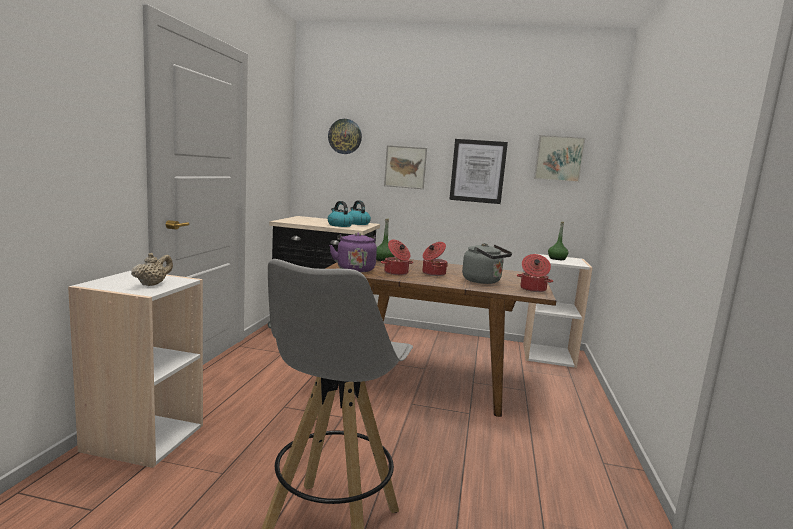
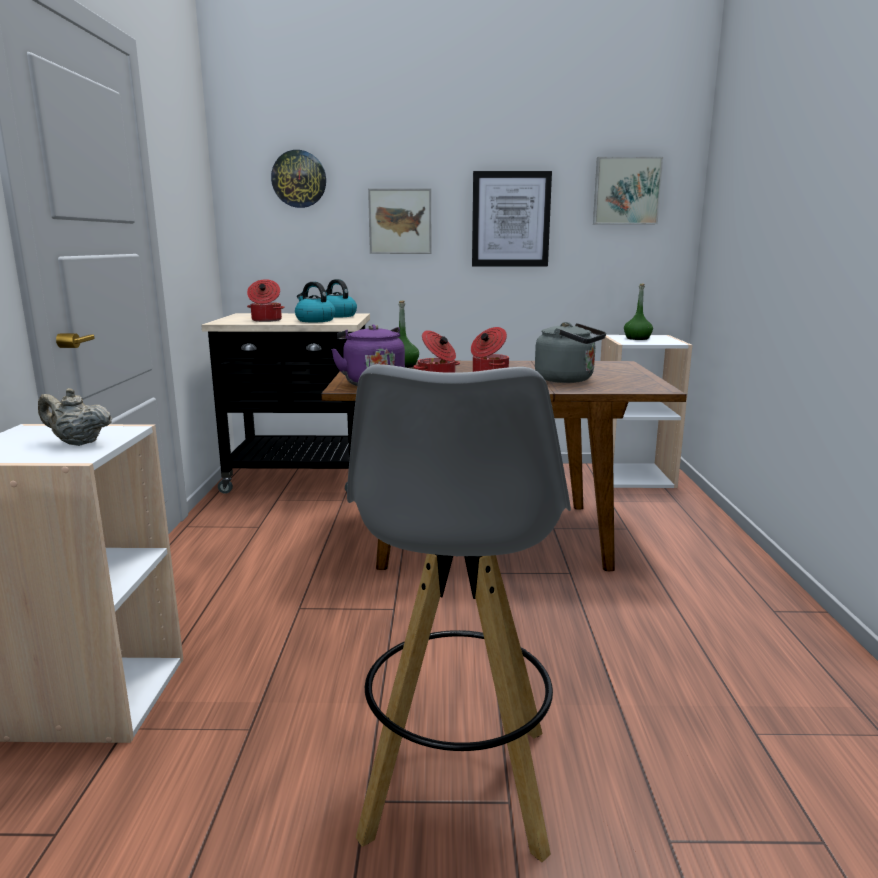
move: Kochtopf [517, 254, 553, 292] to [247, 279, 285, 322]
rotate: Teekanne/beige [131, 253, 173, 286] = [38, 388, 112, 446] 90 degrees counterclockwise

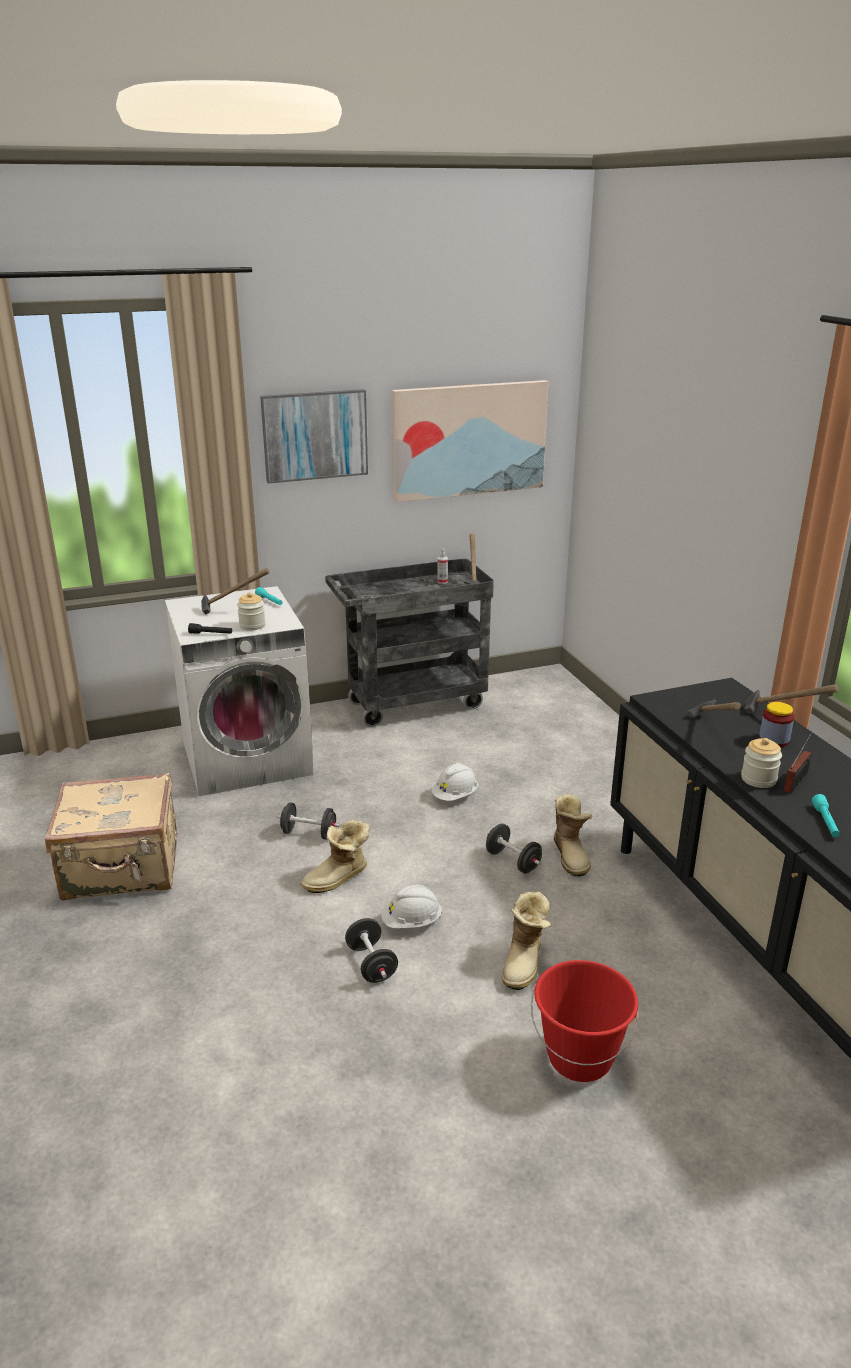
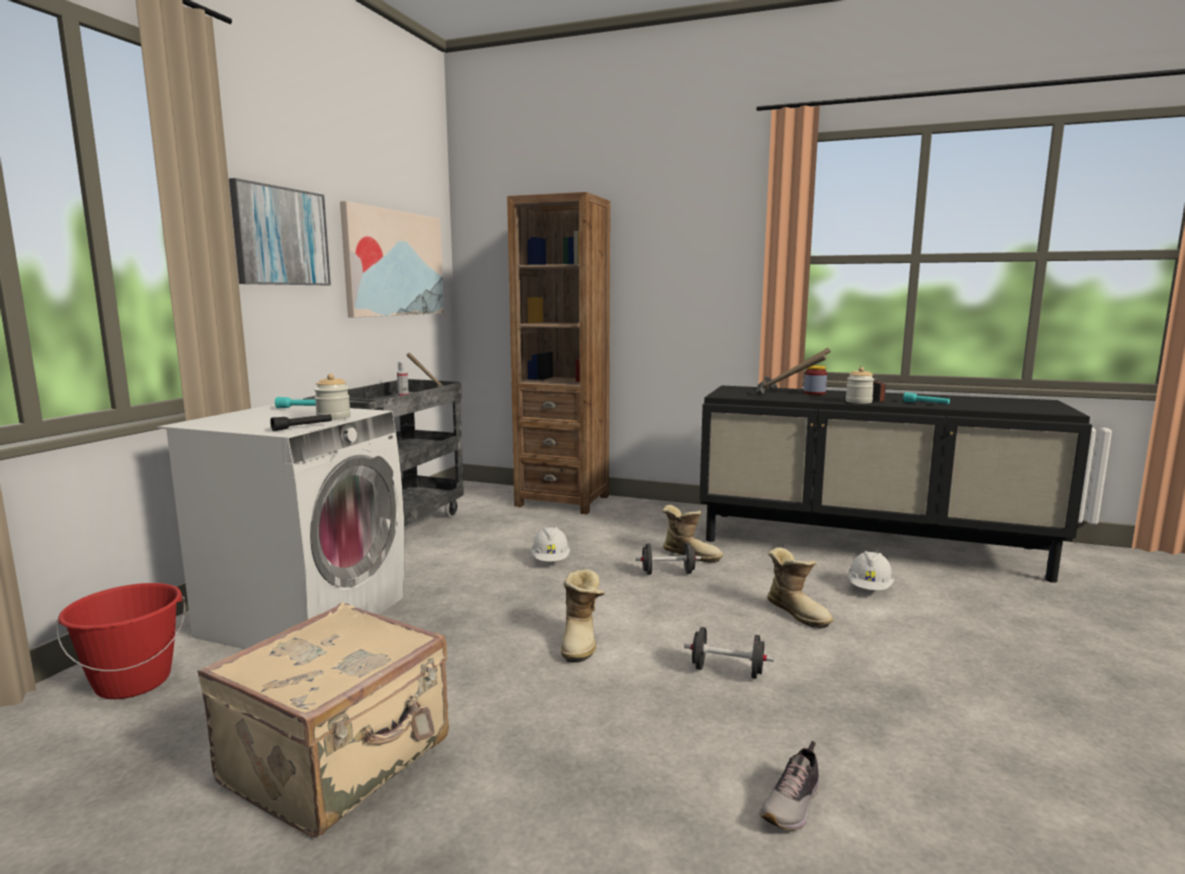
delete: Hammer [201, 568, 269, 614]; Hantel/schwarz [277, 802, 340, 840]
insert: Bücherregal/braun [507, 192, 610, 514]; Schuh [759, 741, 820, 831]
move: Schutzhelm/weiß [381, 885, 442, 928] to [848, 551, 894, 590]; Eimer/rot [531, 960, 639, 1082] to [56, 583, 185, 699]

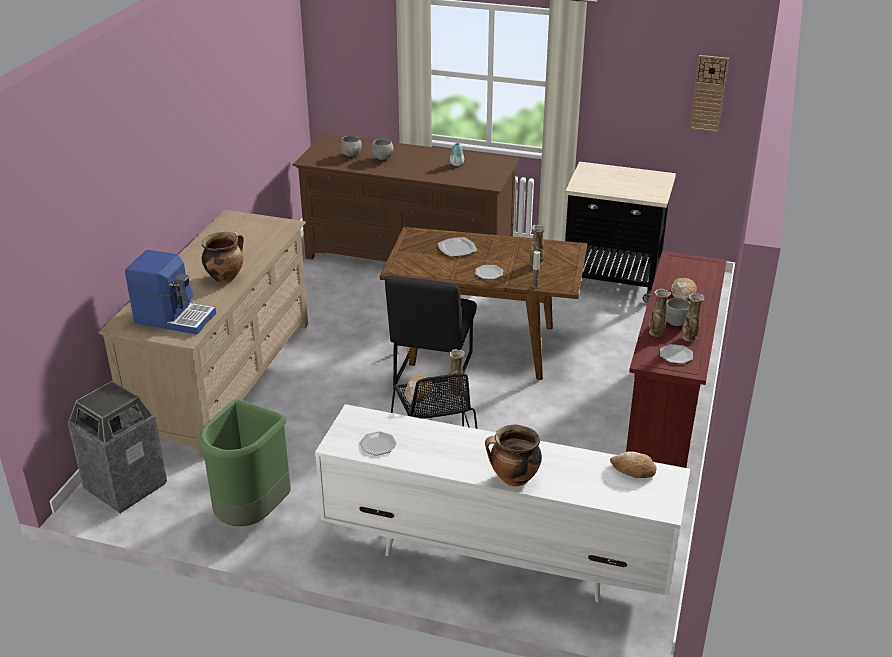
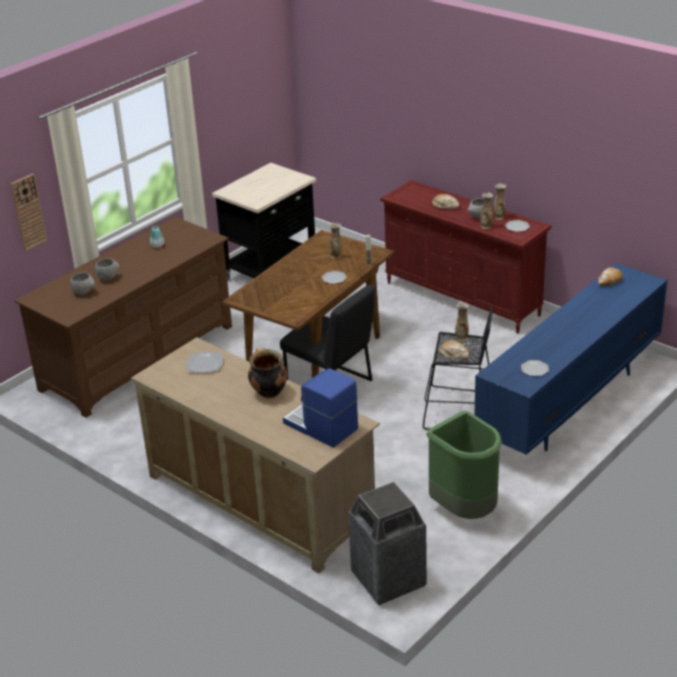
delete: Kochtopf [485, 425, 542, 487]
move: Teller [438, 237, 477, 256] to [186, 352, 223, 373]; Wanduhr [689, 55, 729, 132] to [10, 173, 47, 251]
recolor: Schrank/weiß [315, 404, 690, 603] to Schrank/blau [474, 263, 667, 455]
rotate: Kaffeemaschine [125, 250, 216, 334] = [283, 368, 358, 448] 90 degrees counterclockwise

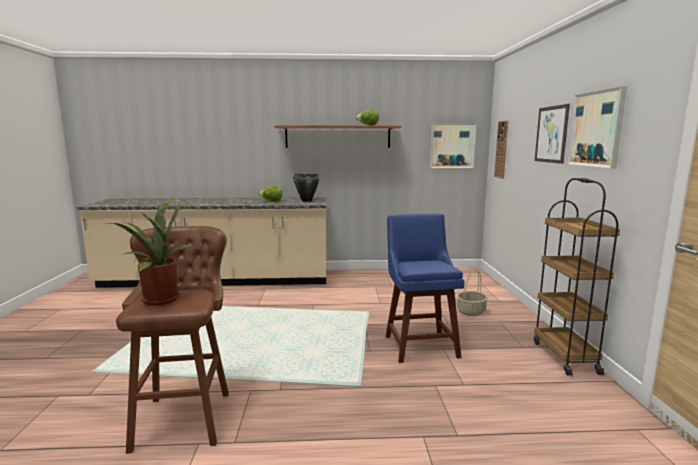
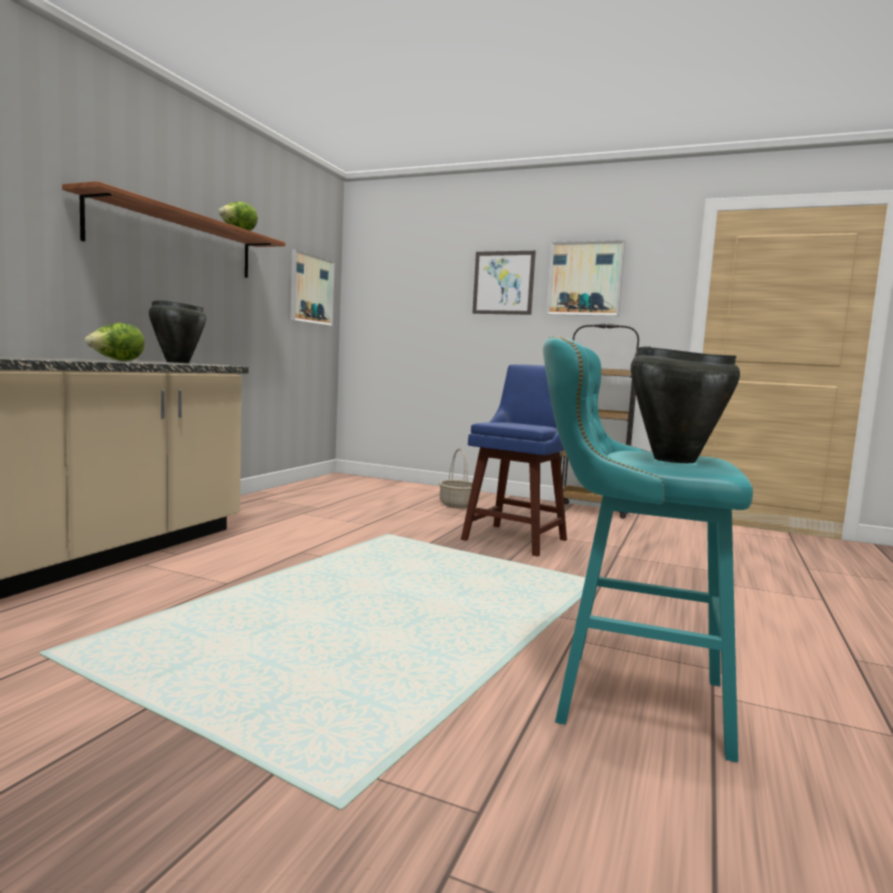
delete: Wanduhr [494, 121, 508, 179]
replace: Topfpflanze [103, 197, 191, 306] to Kochtopf/schwarz [631, 346, 740, 463]
recolor: Hocker/braun [116, 226, 229, 454] to Hocker/türkis [543, 336, 753, 763]
rotate: Stuhl/blau [385, 213, 464, 363] = [461, 364, 567, 557] 105 degrees clockwise

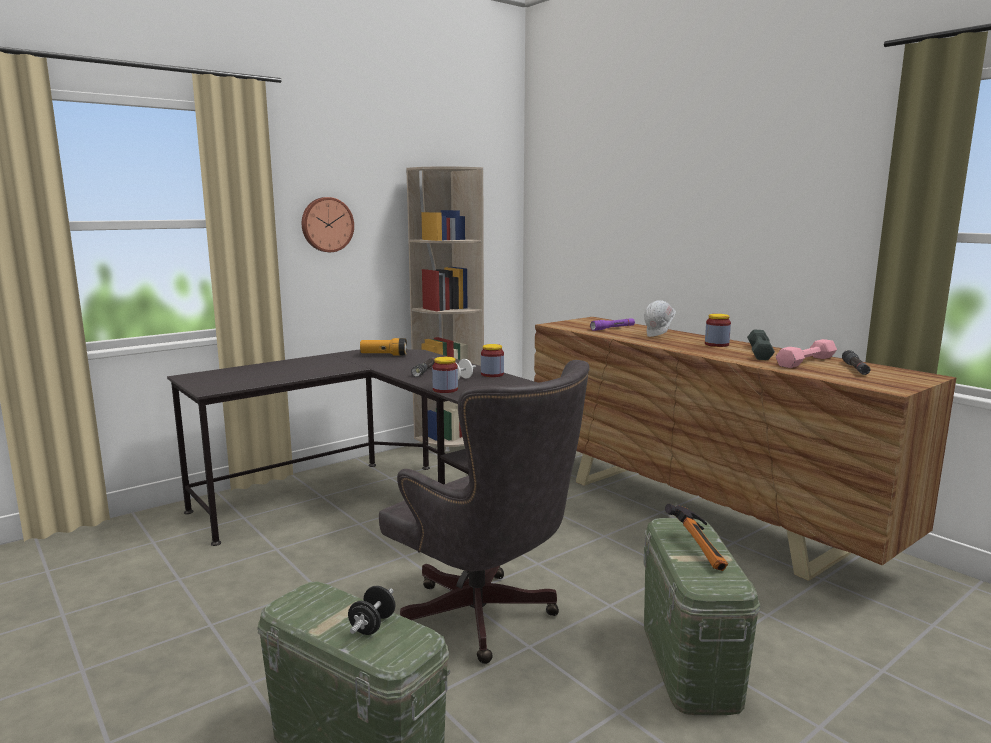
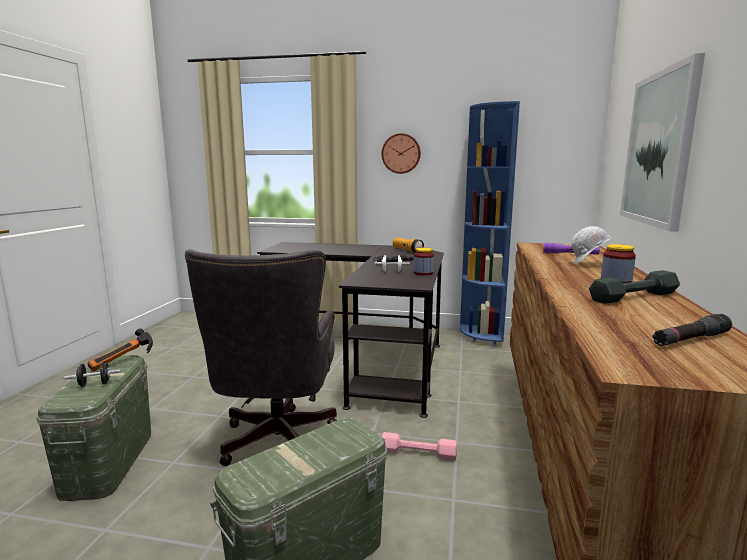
delete: Vorratsglas [432, 357, 458, 393]
insert: Bild [620, 53, 705, 232]
move: Hammer [665, 504, 728, 571] to [88, 328, 153, 371]; Hantel/rosa [775, 339, 837, 368] to [382, 432, 457, 460]
recolor: Bücherregal/beige [406, 166, 484, 452] to Bücherregal/blau [460, 101, 520, 346]

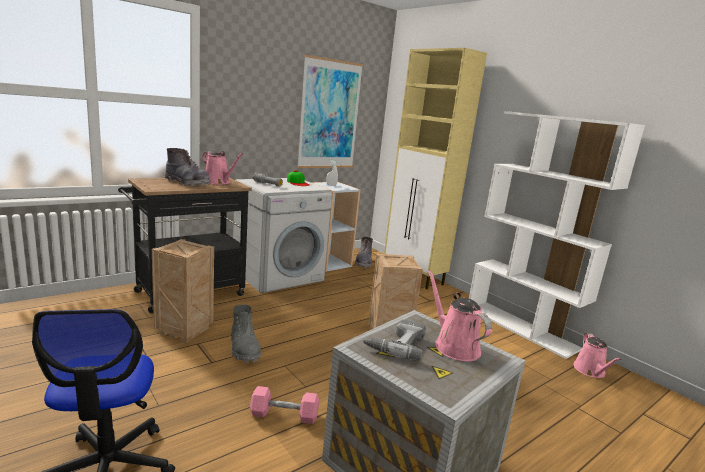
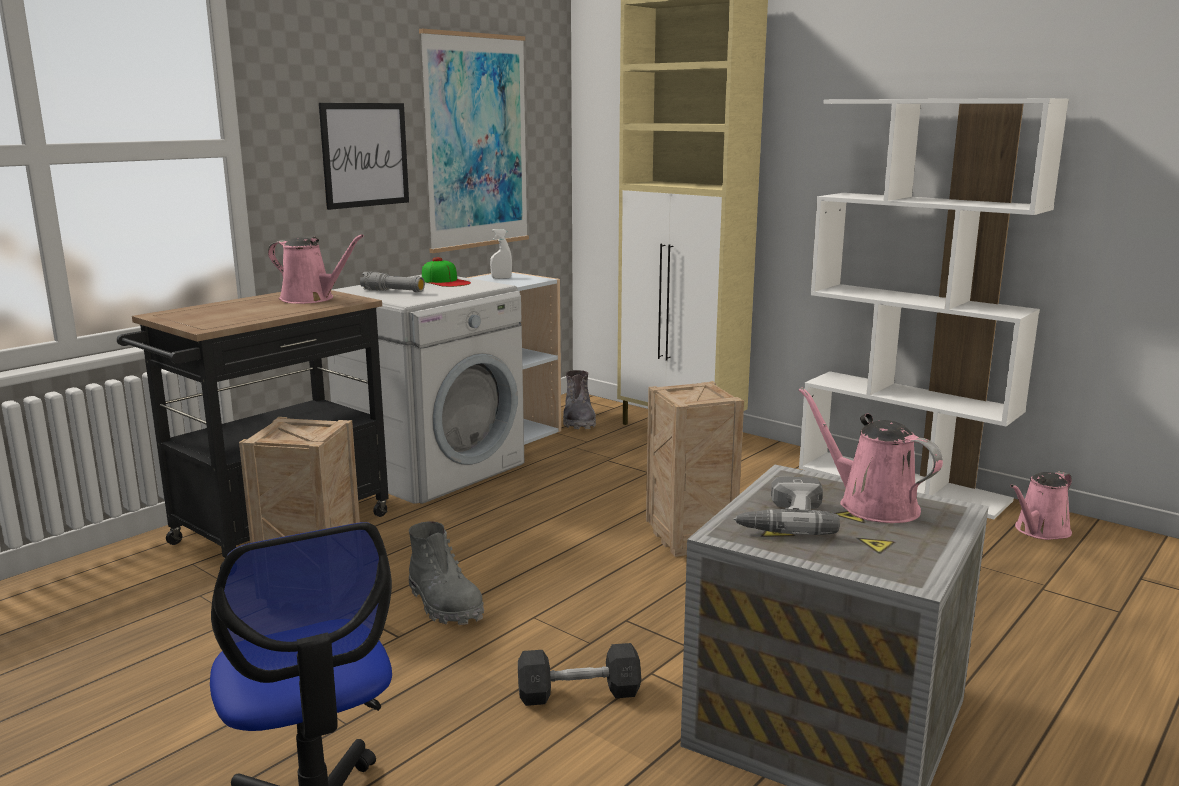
delete: Stiefel/grau [165, 148, 211, 186]
insert: Bild [319, 103, 409, 210]
recolor: Hantel/rosa [250, 386, 319, 424] to Hantel/grau [518, 643, 641, 706]
rotate: Gießkanne/rosa [574, 333, 621, 378] = [1010, 471, 1072, 540] 60 degrees clockwise

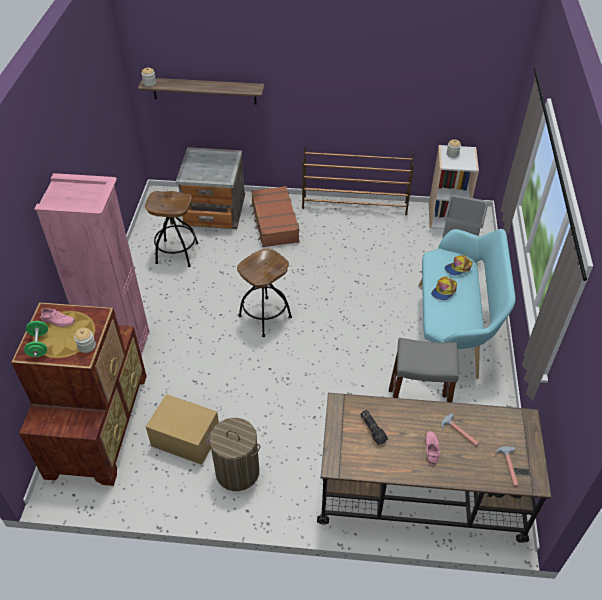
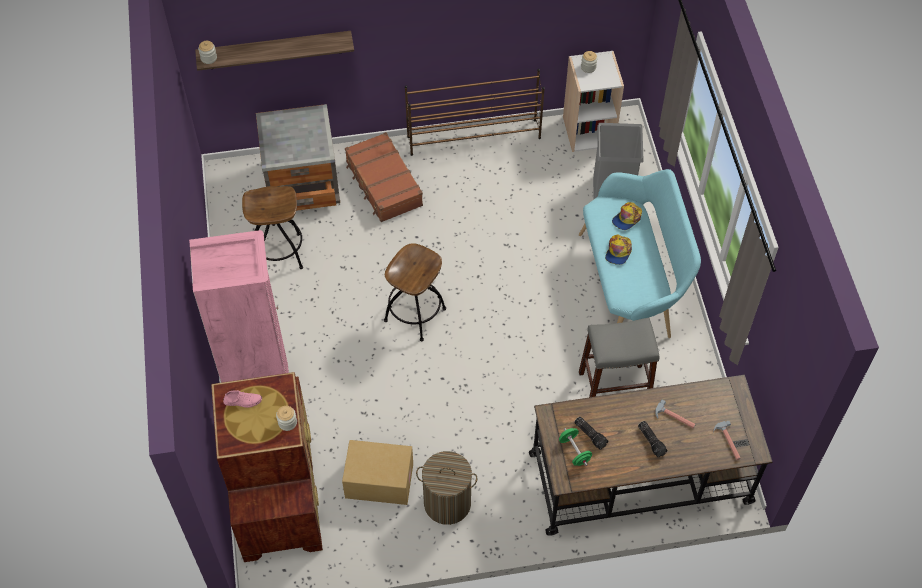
move: Hantel/grün [24, 321, 48, 357] to [559, 428, 592, 466]
replace: Schuh/rosa [425, 431, 440, 465] to Taschenlampe [638, 421, 668, 457]

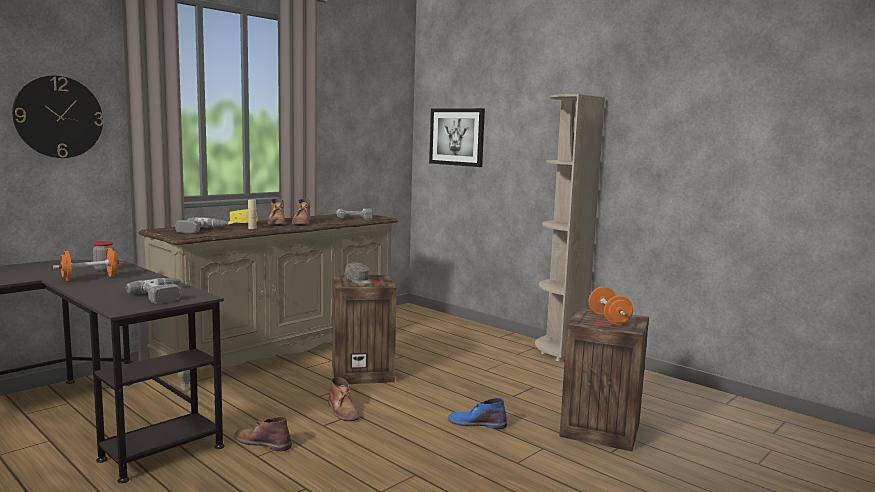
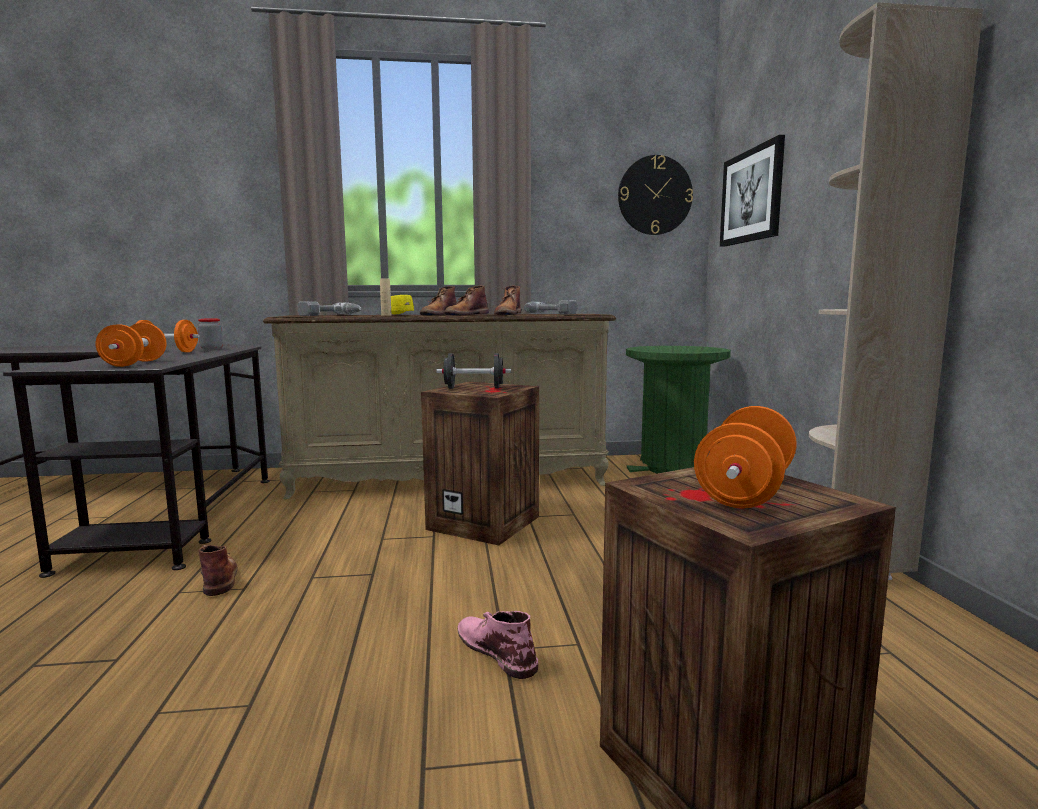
insert: Mülleimer/grün [626, 346, 731, 474]
move: Wanduhr [12, 76, 103, 158] to [618, 155, 693, 235]; Stiefel/braun [328, 377, 360, 421] to [494, 286, 521, 315]
replace: Bohrmaschine [126, 278, 181, 304] to Hantel/orange [96, 323, 166, 367]; Kappe/grau [344, 263, 372, 285] to Hantel/schwarz [436, 353, 511, 389]
recolor: Stiefel/blau [448, 398, 507, 429] to Stiefel/rosa [457, 611, 538, 679]

